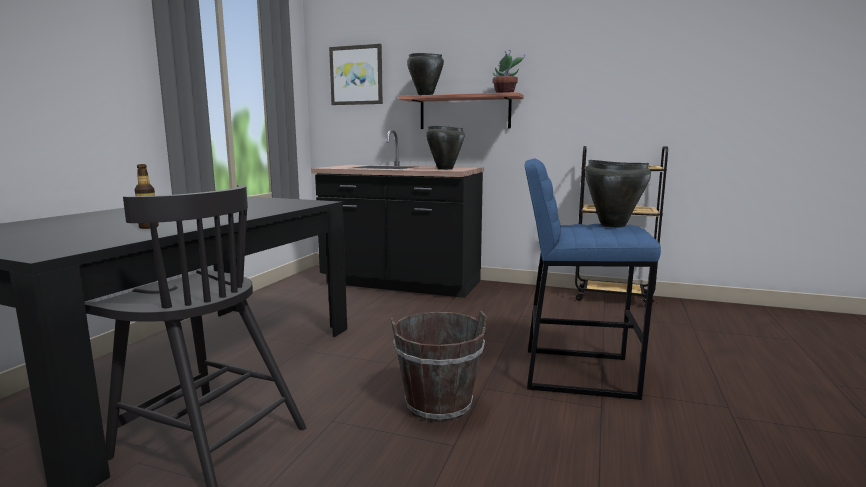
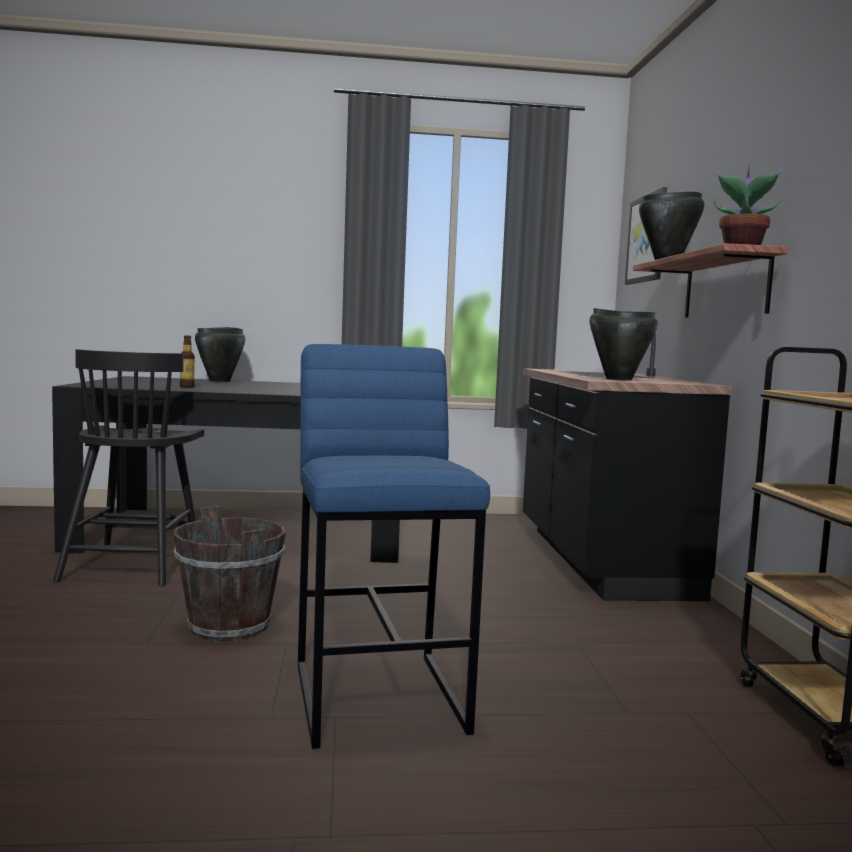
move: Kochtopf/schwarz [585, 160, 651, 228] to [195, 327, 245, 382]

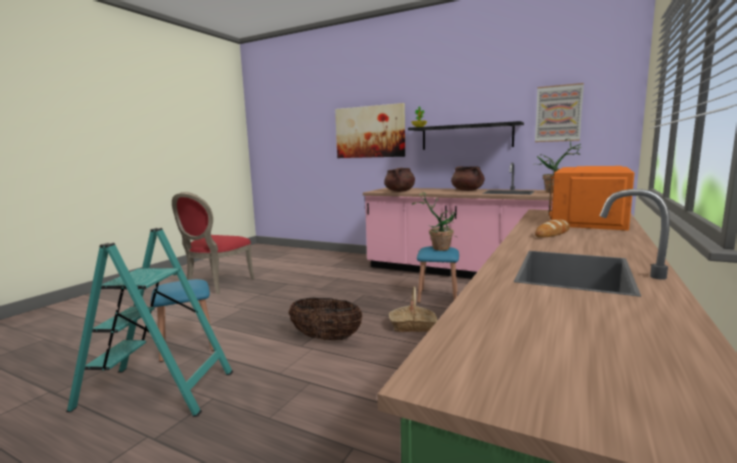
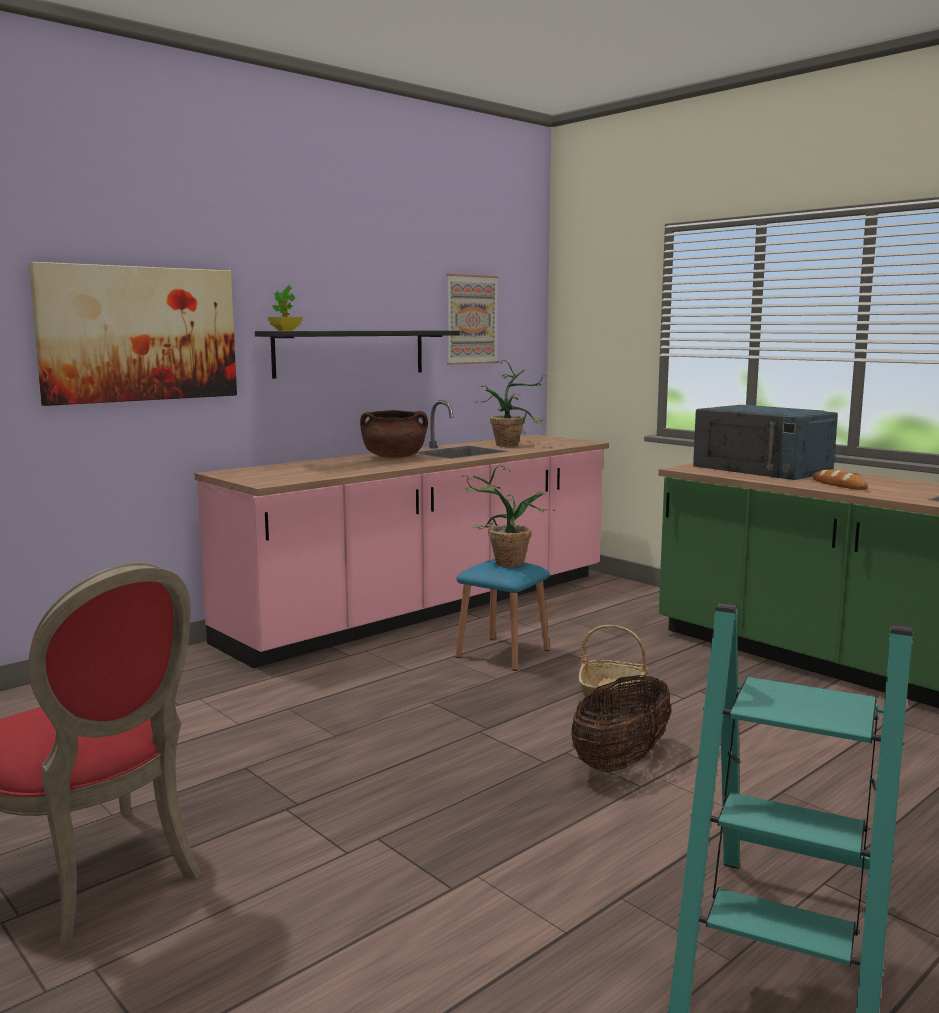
delete: Hocker/blau [151, 279, 214, 362]; Kochtopf/braun [384, 168, 415, 192]
recolor: Mikrowelle/orange [549, 166, 635, 231] to Mikrowelle/blau [693, 405, 838, 480]

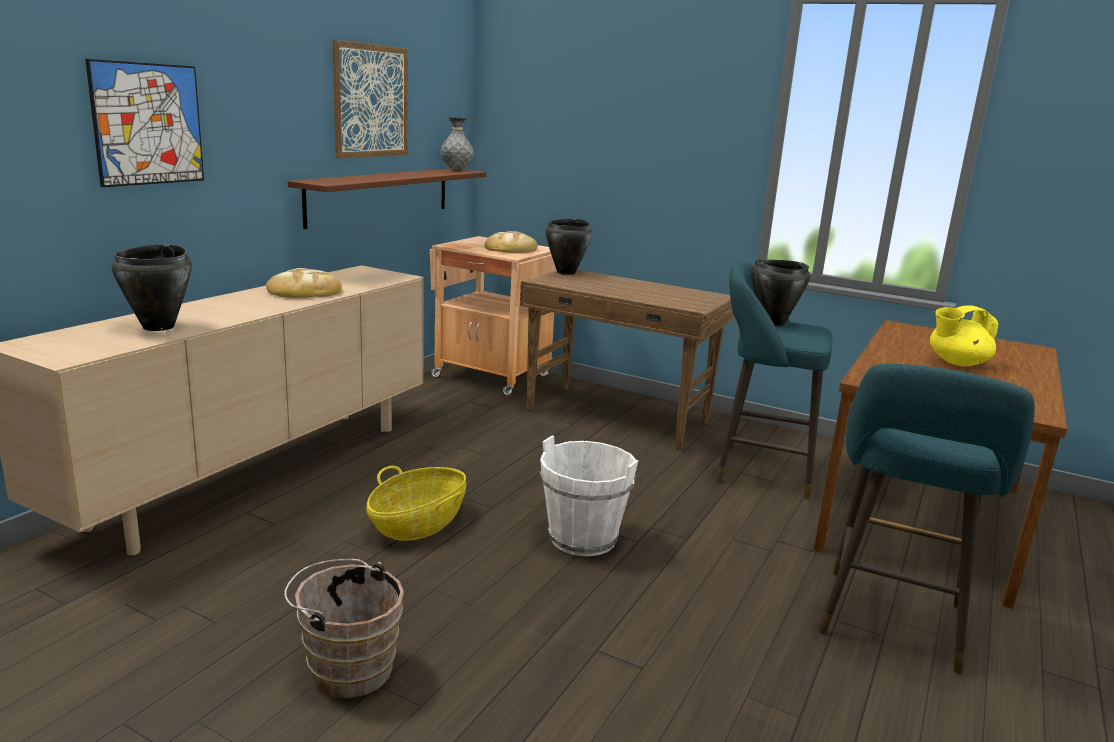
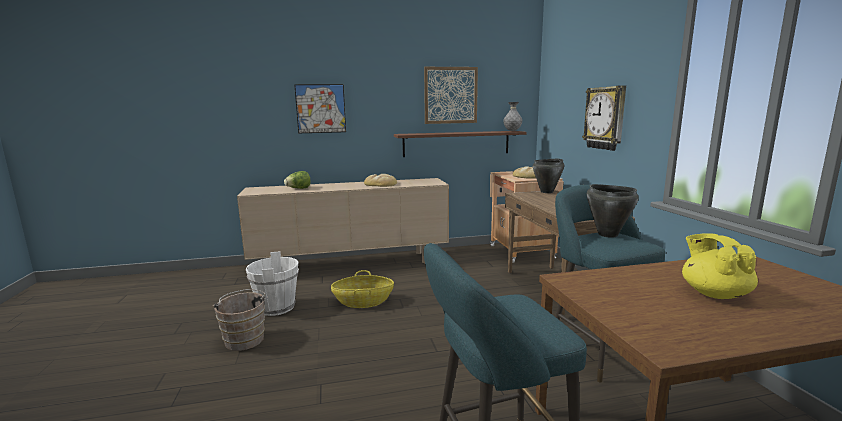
insert: Wanduhr [582, 85, 626, 151]
move: Eimer/weiß [540, 435, 639, 556] to [246, 252, 299, 316]
replace: Kochtopf/schwarz [112, 244, 192, 331] to Salatkopf [284, 171, 311, 189]
rotate: Teekanne/gelb [930, 305, 999, 367] = [682, 233, 758, 299] 45 degrees clockwise

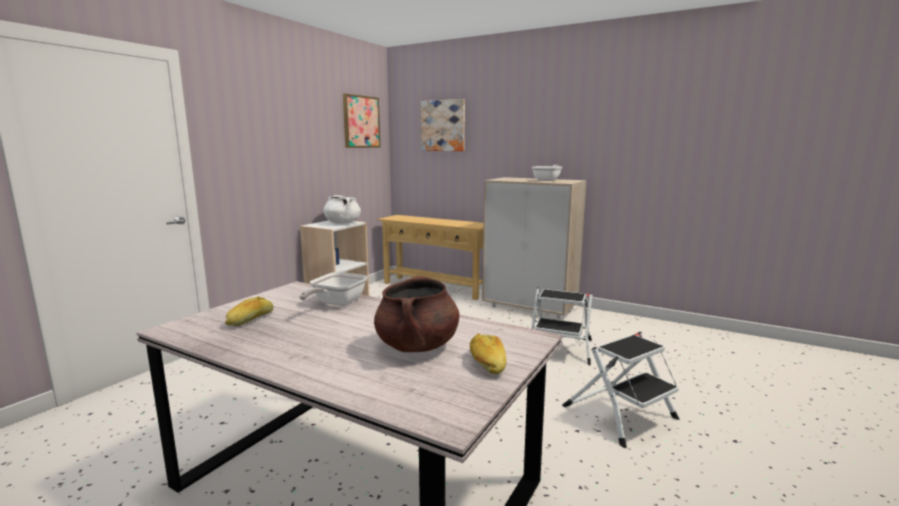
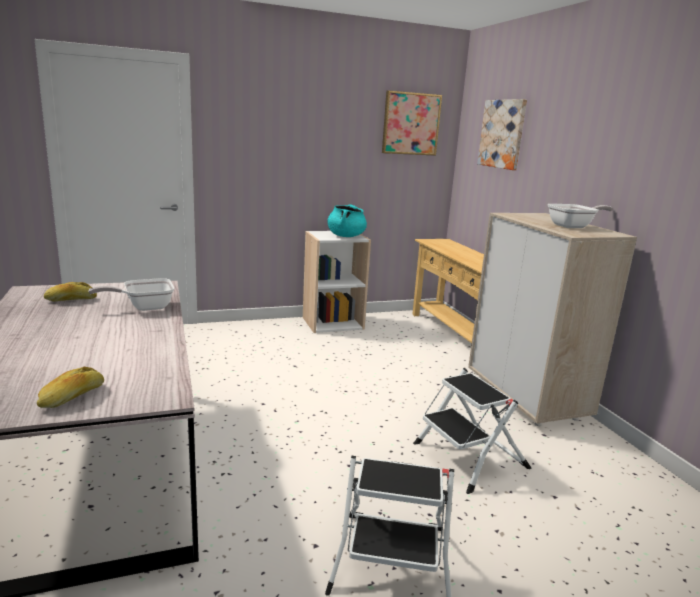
delete: Kochtopf/braun [374, 275, 459, 352]
recolor: Kochtopf/weiß [323, 195, 361, 224] to Kochtopf/türkis [327, 204, 367, 237]

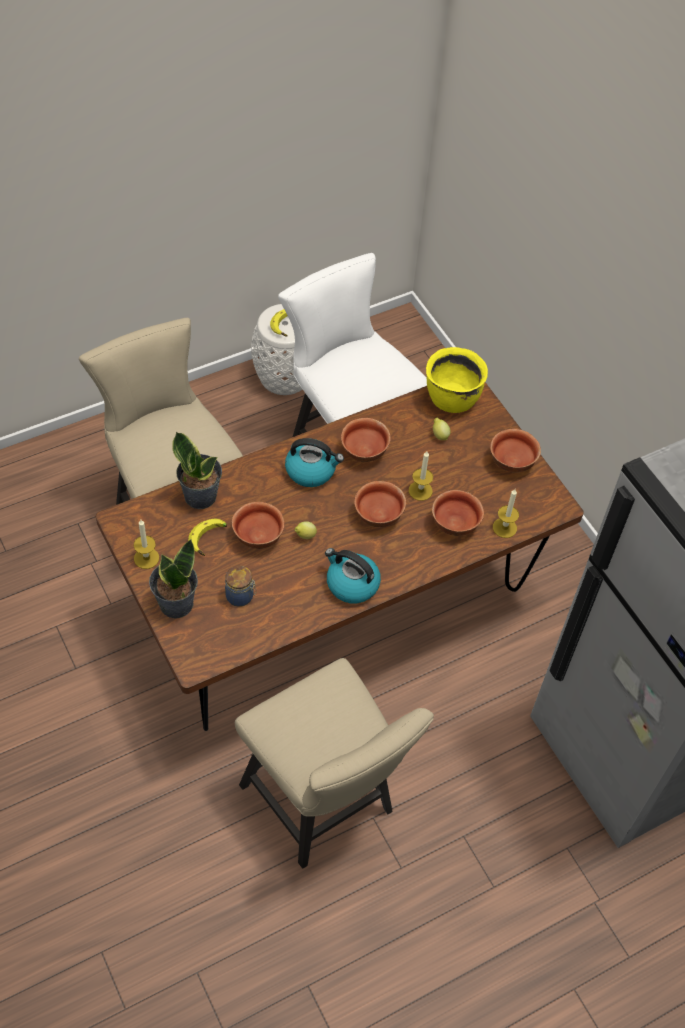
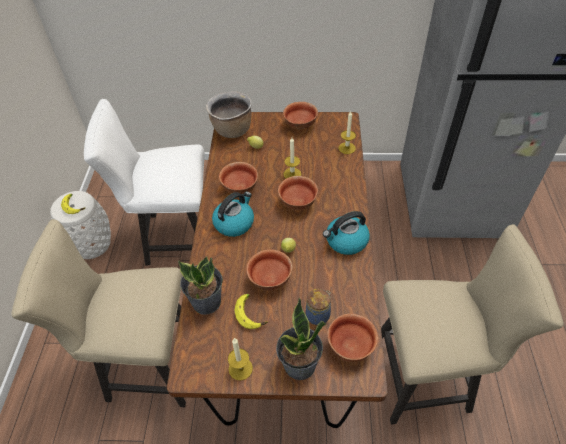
move: Schüssel [432, 490, 484, 536] to [327, 314, 378, 362]
recolor: Kochtopf/gelb [426, 347, 488, 413] to Kochtopf/braun [206, 92, 252, 138]

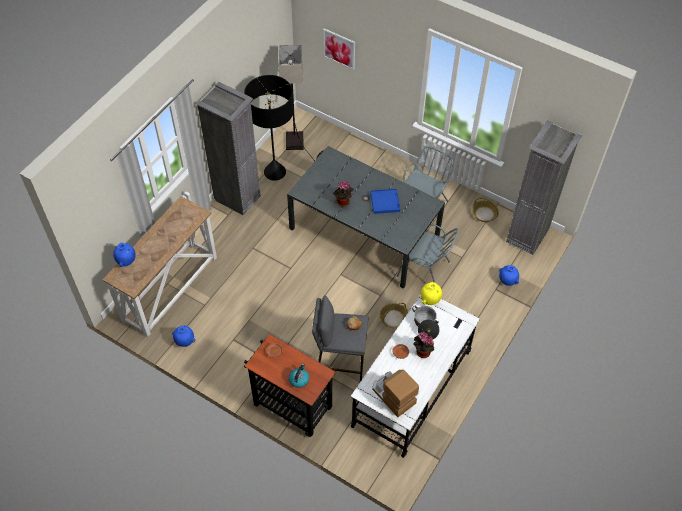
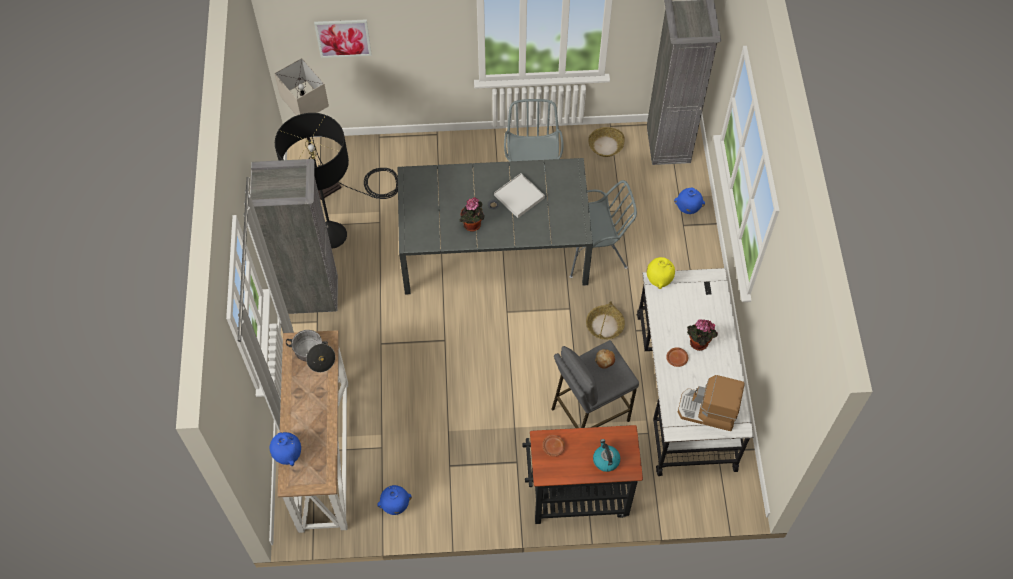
move: Kochtopf [412, 306, 440, 339] to [286, 330, 335, 372]
recolor: Tablett/blau [371, 189, 400, 214] to Tablett/weiß [494, 173, 545, 218]

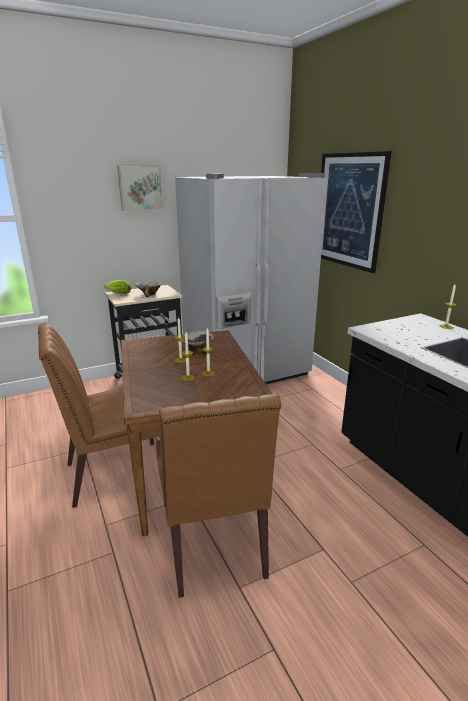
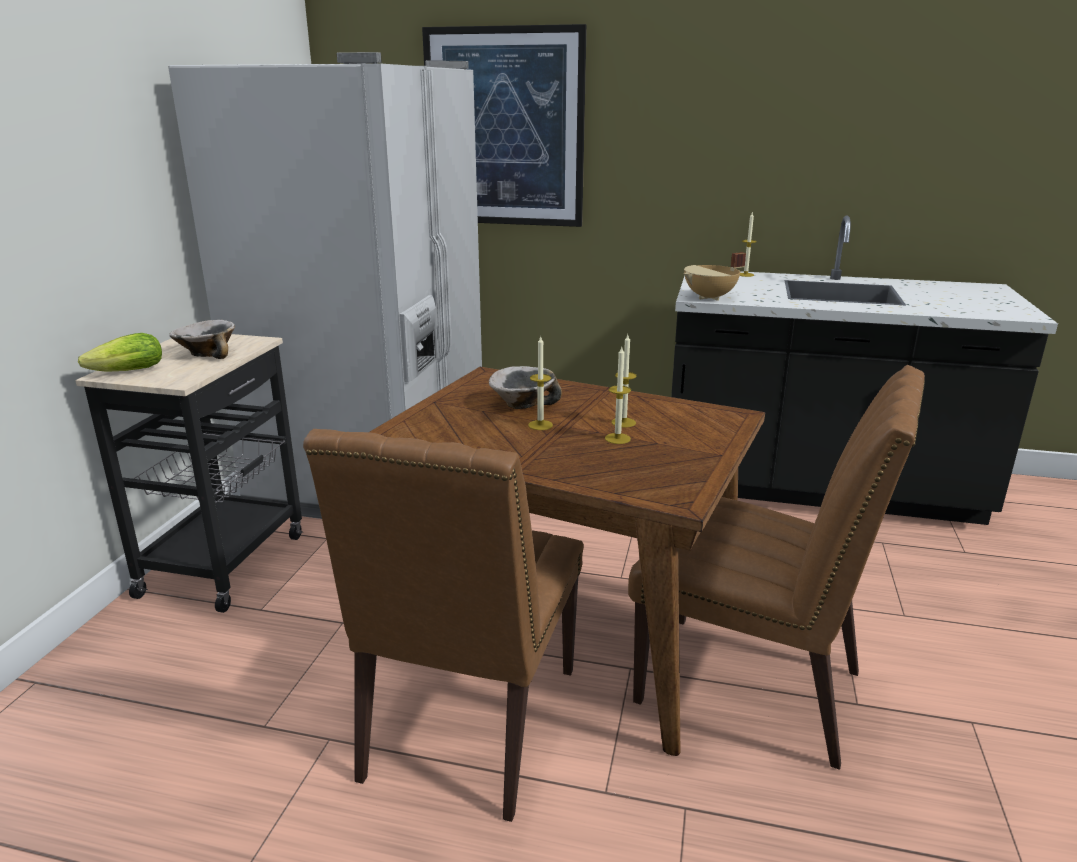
delete: Bild [117, 166, 163, 211]
insert: Kochtopf/beige [684, 252, 746, 301]

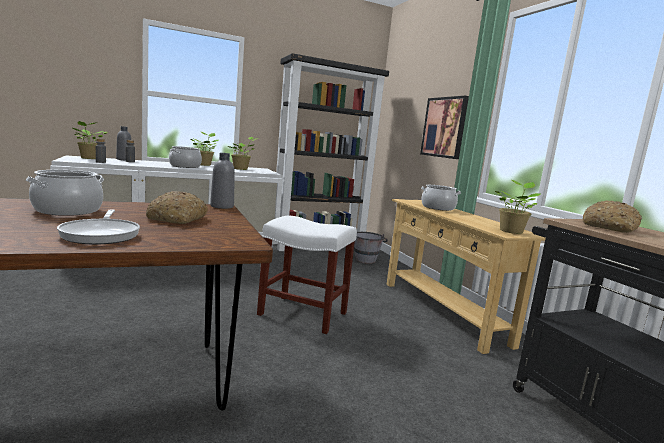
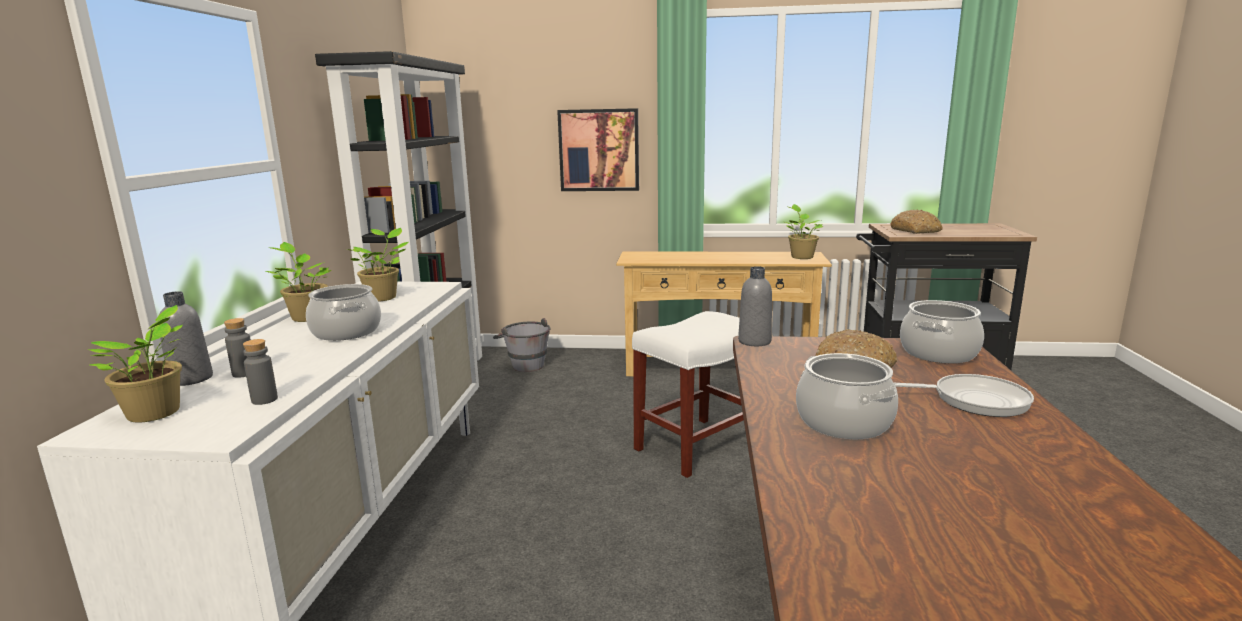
move: Kochtopf [421, 185, 461, 211] to [900, 300, 984, 363]

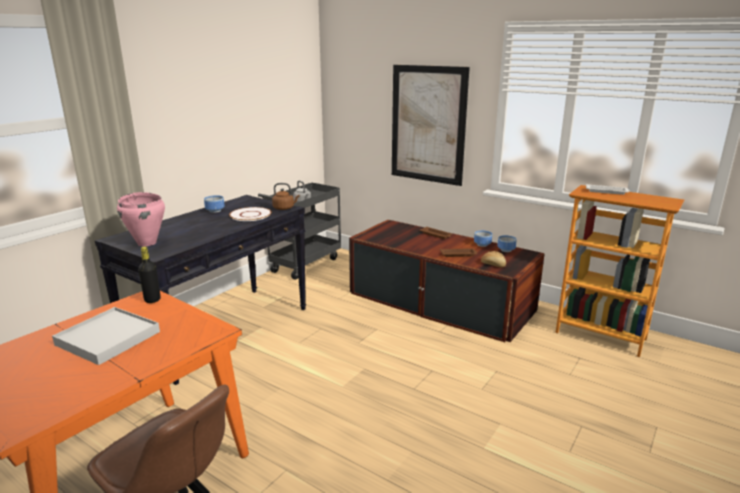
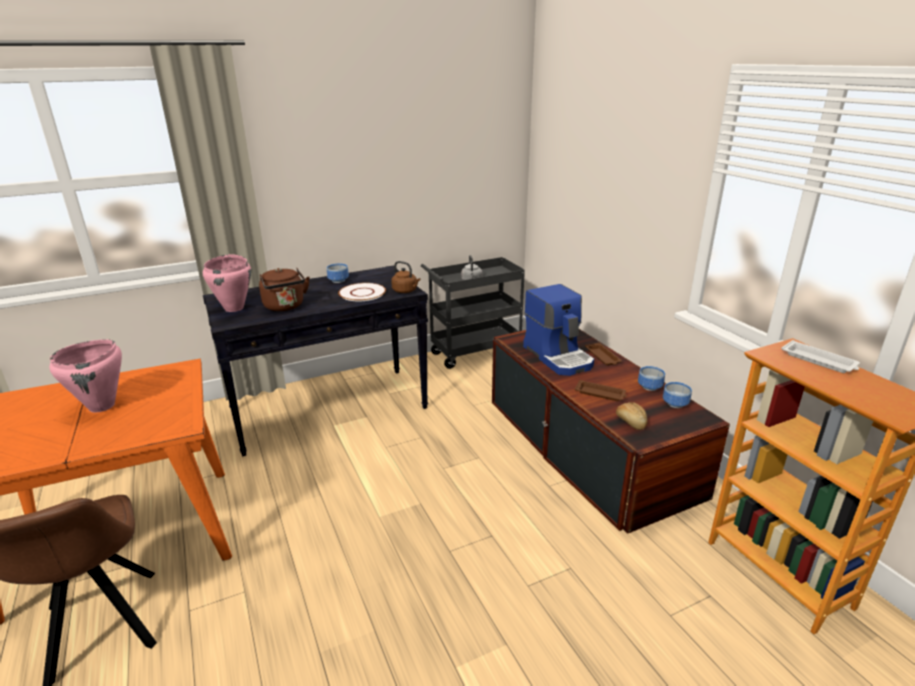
delete: Flasche/schwarz [138, 246, 161, 303]; Bild [392, 65, 470, 186]
insert: Wasserkessel/braun [259, 268, 310, 311]; Kaffeemaschine [523, 284, 594, 376]
replace: Tablett/weiß [52, 307, 160, 365] to Kochtopf/rosa [49, 339, 122, 412]

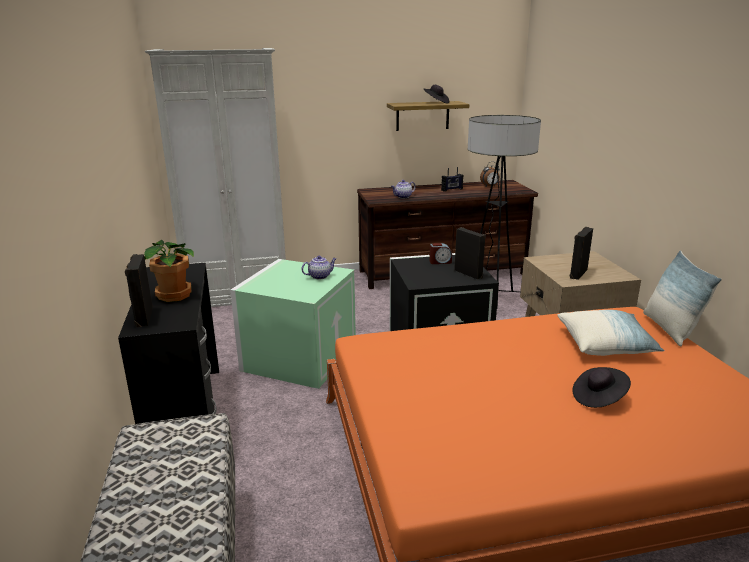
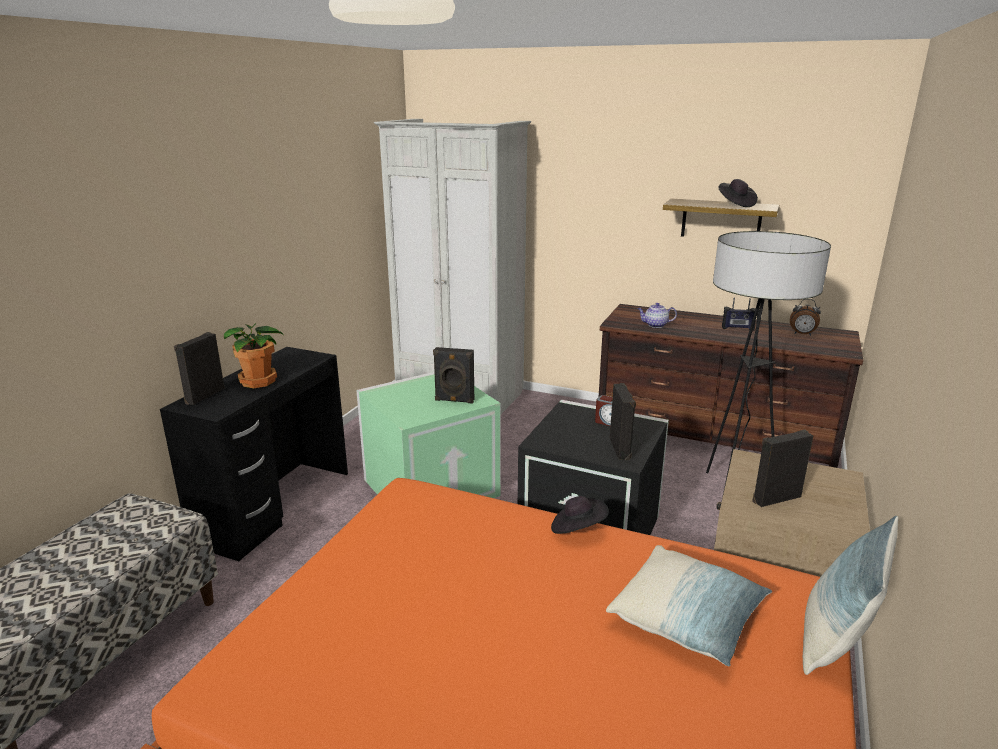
move: Hut/schwarz [572, 367, 631, 408] to [551, 496, 609, 534]
replace: Teekanne [301, 256, 337, 279] to Lautsprecher/schwarz [433, 347, 474, 404]

